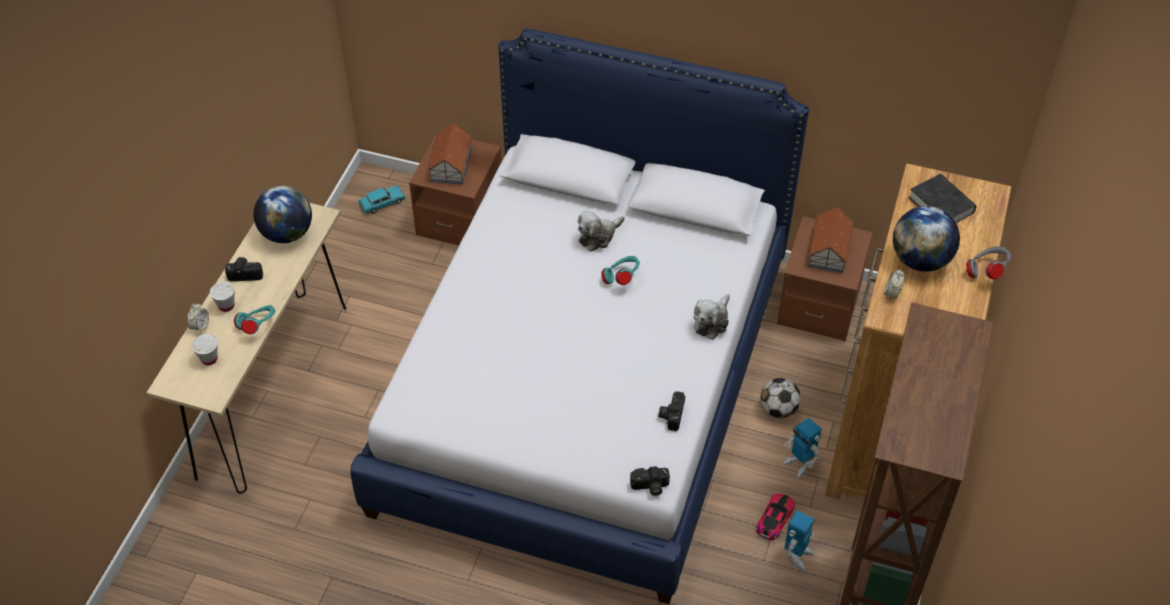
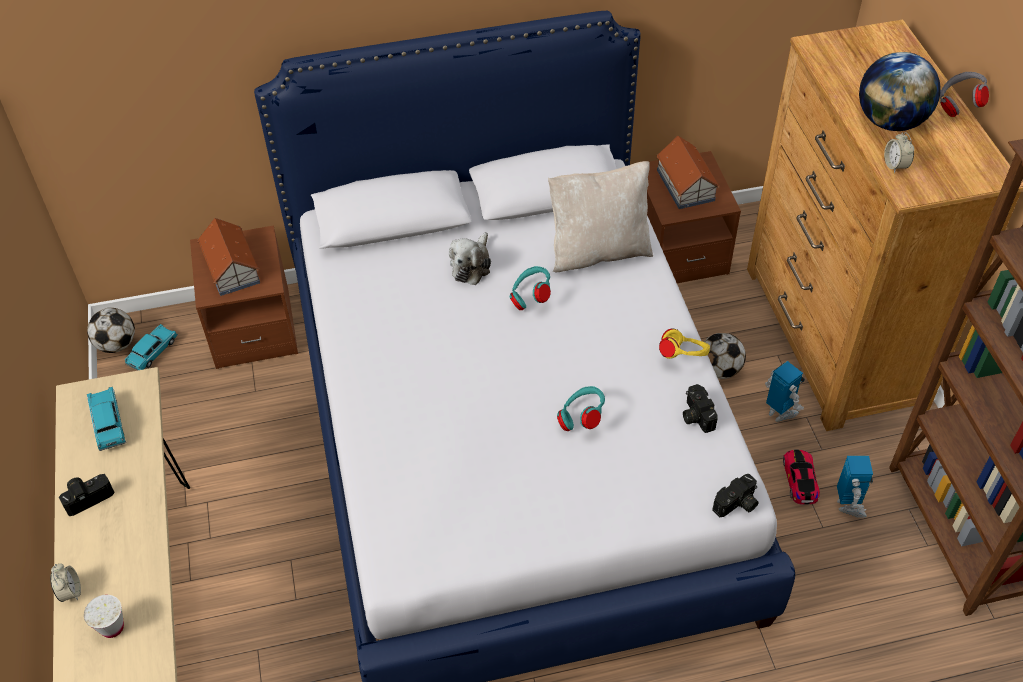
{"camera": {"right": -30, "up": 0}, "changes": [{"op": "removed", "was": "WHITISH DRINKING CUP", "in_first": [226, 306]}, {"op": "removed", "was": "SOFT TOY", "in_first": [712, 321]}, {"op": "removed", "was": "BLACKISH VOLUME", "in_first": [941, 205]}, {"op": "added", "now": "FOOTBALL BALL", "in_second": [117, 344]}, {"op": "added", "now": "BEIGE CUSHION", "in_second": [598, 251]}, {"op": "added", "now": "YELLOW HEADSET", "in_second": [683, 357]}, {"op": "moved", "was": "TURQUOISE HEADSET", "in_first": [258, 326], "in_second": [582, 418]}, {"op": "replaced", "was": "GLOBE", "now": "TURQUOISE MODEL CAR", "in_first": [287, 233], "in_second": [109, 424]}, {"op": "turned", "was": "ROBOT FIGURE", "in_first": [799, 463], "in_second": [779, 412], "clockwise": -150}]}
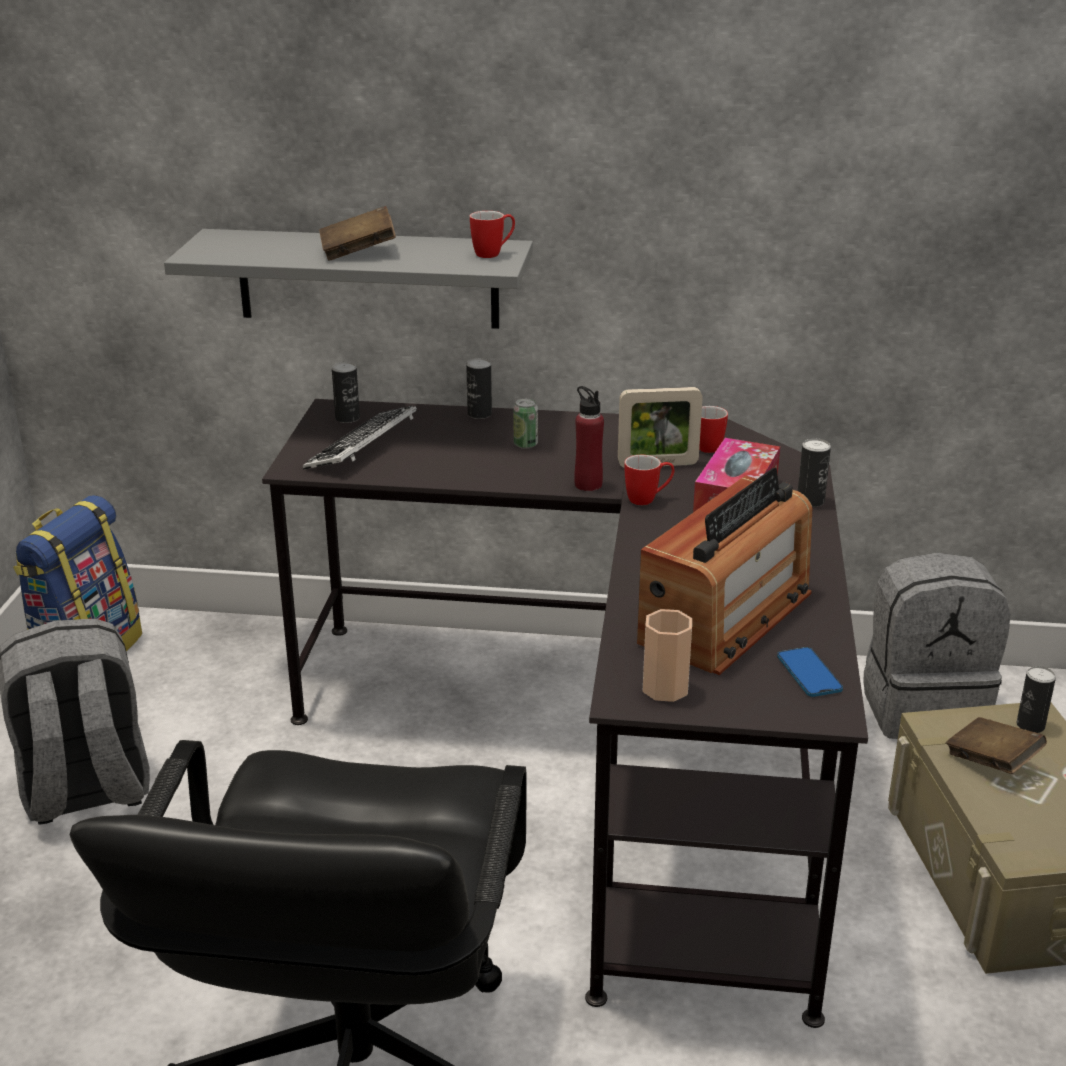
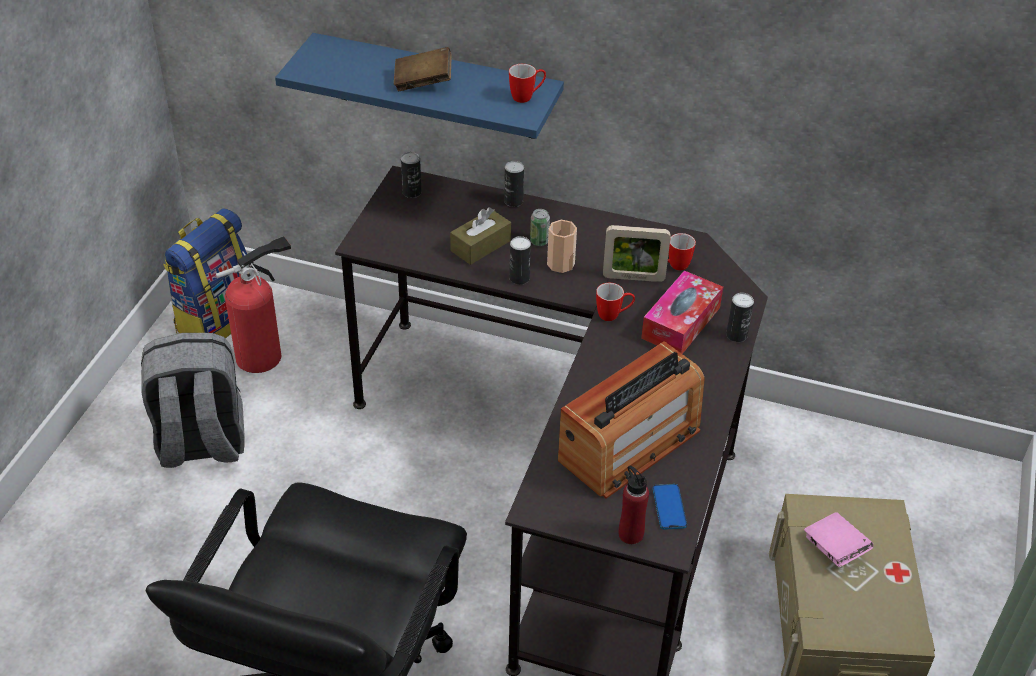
{"camera": {"right": 10, "up": 15}, "changes": [{"op": "removed", "was": "PC KEYBOARD", "in_first": [363, 447]}, {"op": "removed", "was": "GREYISH BACKPACK", "in_first": [923, 707]}, {"op": "added", "now": "EXTINGUISHER", "in_second": [263, 355]}, {"op": "added", "now": "BROWNISH BOX OF TISSUES", "in_second": [480, 246]}, {"op": "moved", "was": "REDDISH BOTTLE", "in_first": [588, 484], "in_second": [630, 534]}, {"op": "moved", "was": "DRINKING CUP", "in_first": [665, 688], "in_second": [560, 264]}, {"op": "moved", "was": "SEALED CAN", "in_first": [1030, 725], "in_second": [519, 278]}, {"op": "recoloured", "was": "GREYISH SHELF", "now": "BLUISH SHELF", "in_first": [368, 278], "in_second": [436, 87]}, {"op": "recoloured", "was": "BROWNISH VOLUME", "now": "PINKISH VOLUME", "in_first": [991, 762], "in_second": [835, 549]}]}
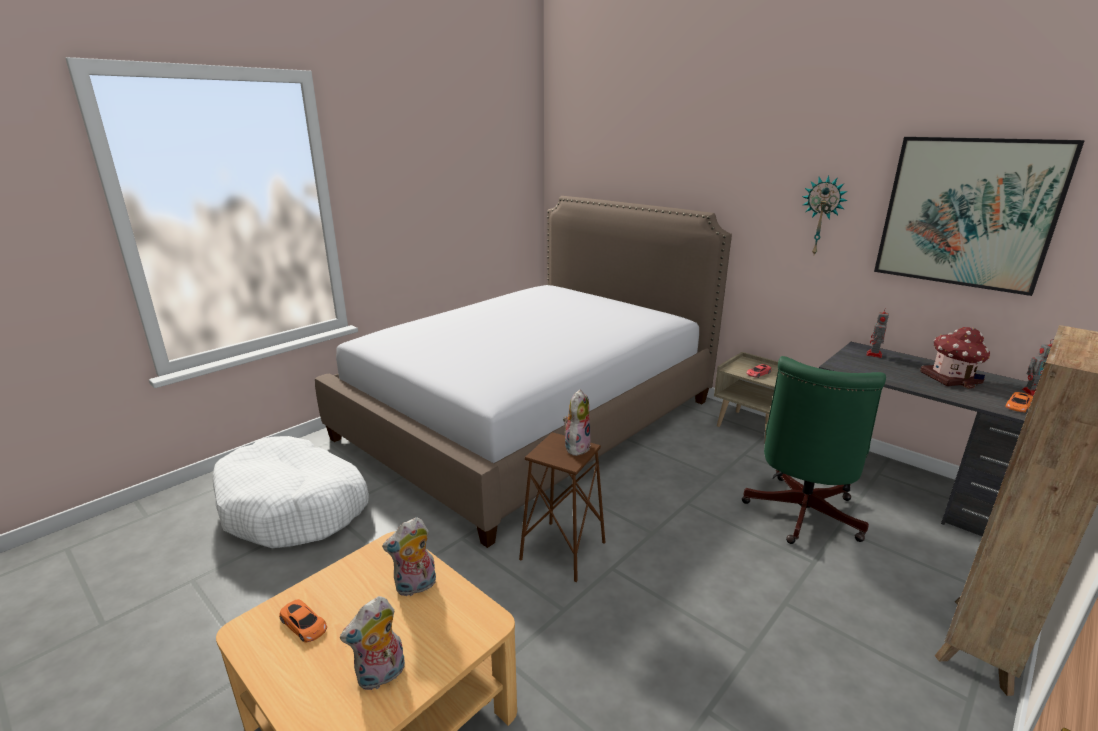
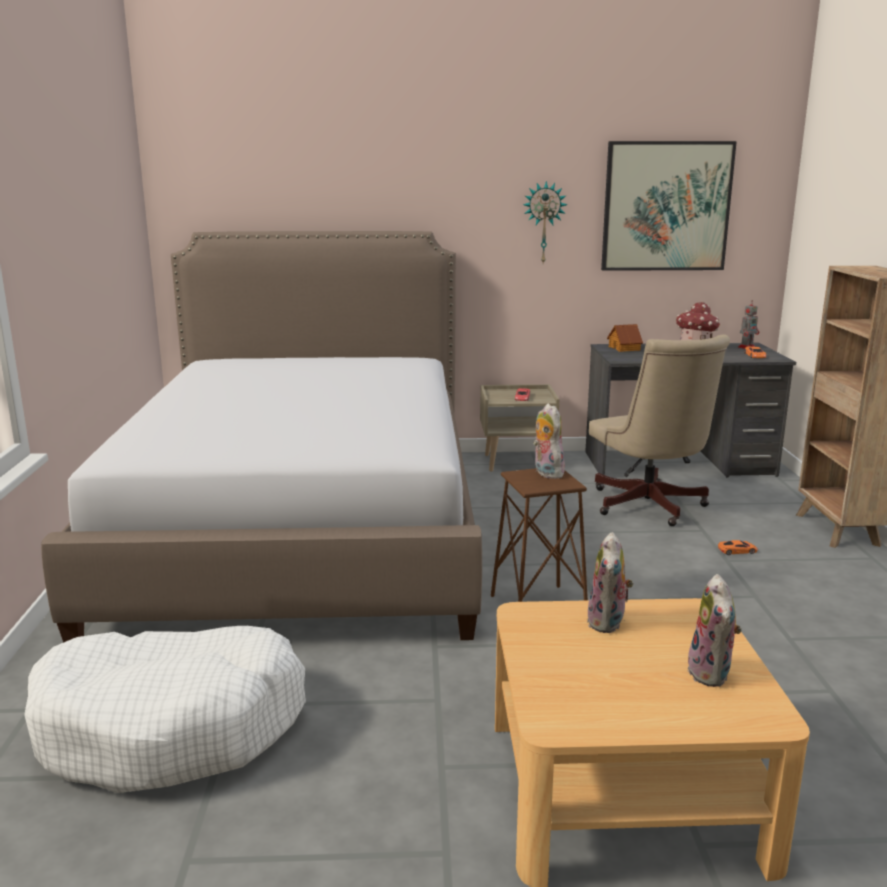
{"camera": {"right": -45, "up": -5}, "changes": [{"op": "moved", "was": "ORANGE-COLOURED MODEL CAR", "in_first": [304, 624], "in_second": [737, 551]}, {"op": "replaced", "was": "ROBOT FIGURE", "now": "TOY HOUSE", "in_first": [874, 355], "in_second": [624, 348]}, {"op": "recoloured", "was": "GREENISH DESK CHAIR", "now": "BEIGE DESK CHAIR", "in_first": [800, 516], "in_second": [649, 507]}]}
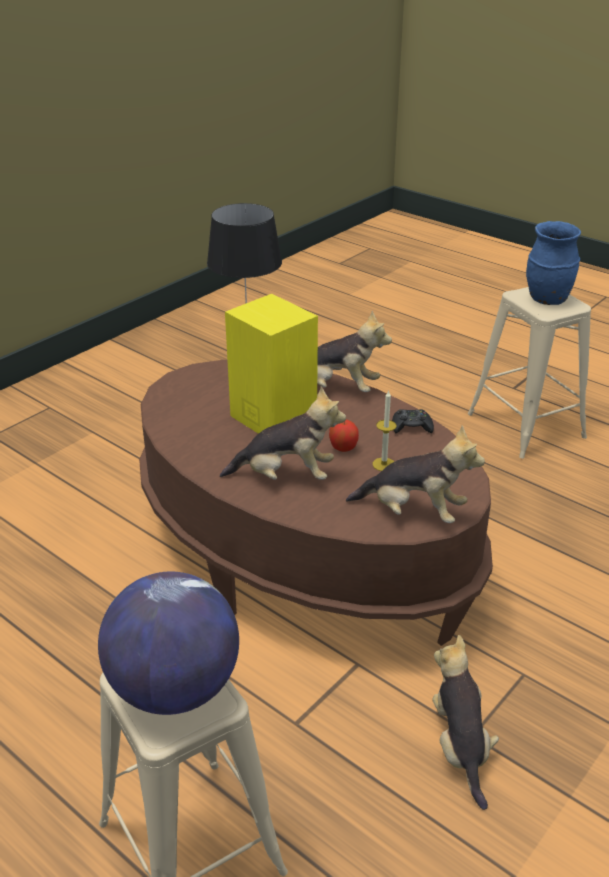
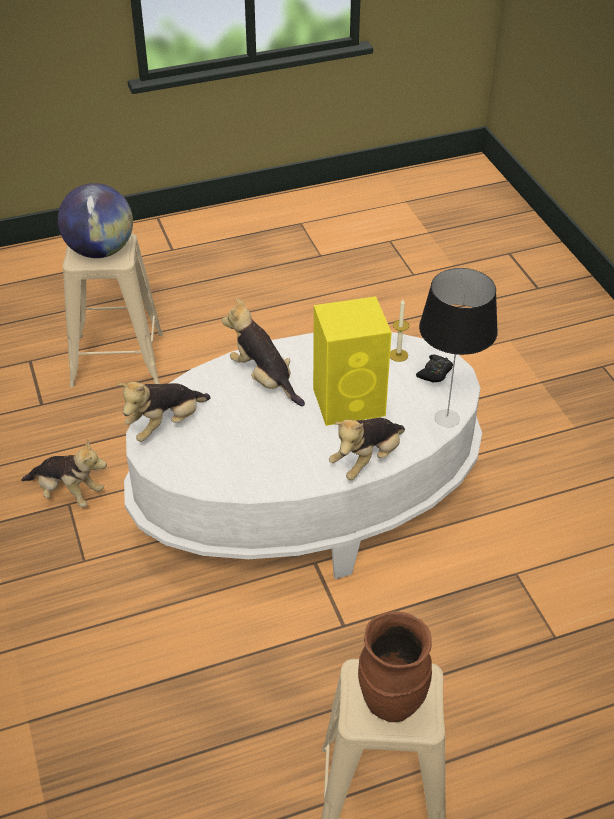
{"camera": {"right": 120, "up": 10}, "changes": [{"op": "removed", "was": "WHOLE APPLE", "in_first": [343, 448]}, {"op": "moved", "was": "WAX LIGHT", "in_first": [384, 464], "in_second": [398, 355]}, {"op": "moved", "was": "BLACKISH JOYPAD", "in_first": [411, 426], "in_second": [435, 373]}, {"op": "recoloured", "was": "BROWNISH LOUNGE TABLE", "now": "WHITISH LOUNGE TABLE", "in_first": [304, 551], "in_second": [307, 499]}, {"op": "recoloured", "was": "BLUISH FLOWER VASE", "now": "BROWNISH FLOWER VASE", "in_first": [547, 299], "in_second": [391, 700]}, {"op": "turned", "was": "SOFT TOY", "in_first": [286, 476], "in_second": [264, 379], "clockwise": 105}]}
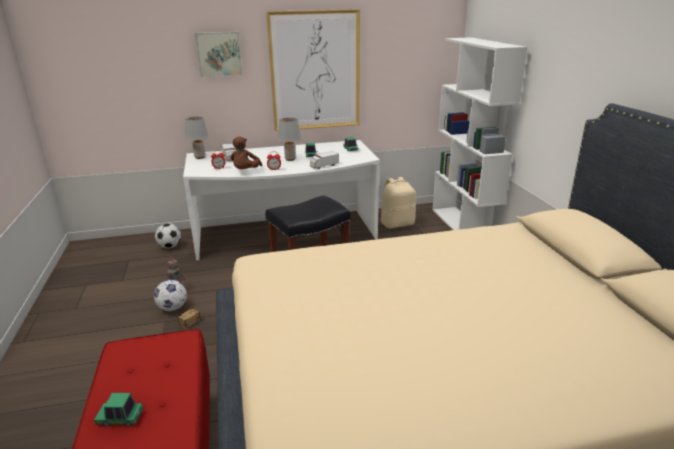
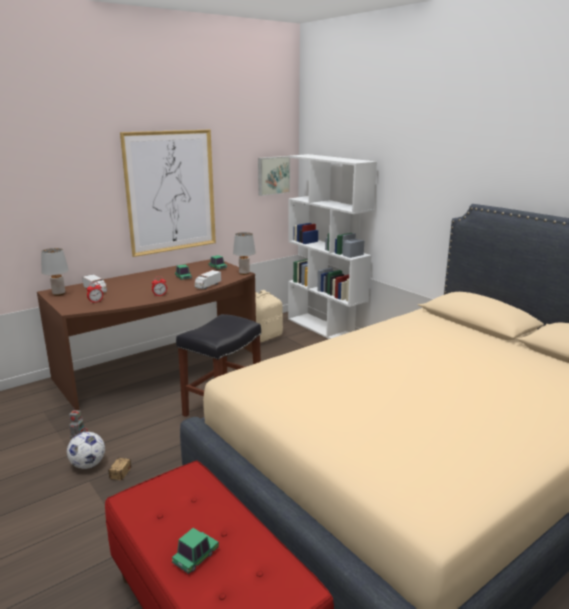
{"camera": {"right": -25, "up": -5}, "changes": [{"op": "removed", "was": "FOOTBALL BALL", "in_first": [170, 246]}, {"op": "removed", "was": "BROWNISH SOFT TOY", "in_first": [245, 171]}, {"op": "moved", "was": "WALL ART", "in_first": [219, 54], "in_second": [273, 175]}, {"op": "moved", "was": "GREYISH TABLE LAMP", "in_first": [290, 159], "in_second": [244, 273]}, {"op": "recoloured", "was": "WHITISH DESK", "now": "BROWNISH DESK", "in_first": [286, 236], "in_second": [161, 367]}, {"op": "turned", "was": "MODEL CAR", "in_first": [120, 418], "in_second": [195, 557], "clockwise": 150}]}
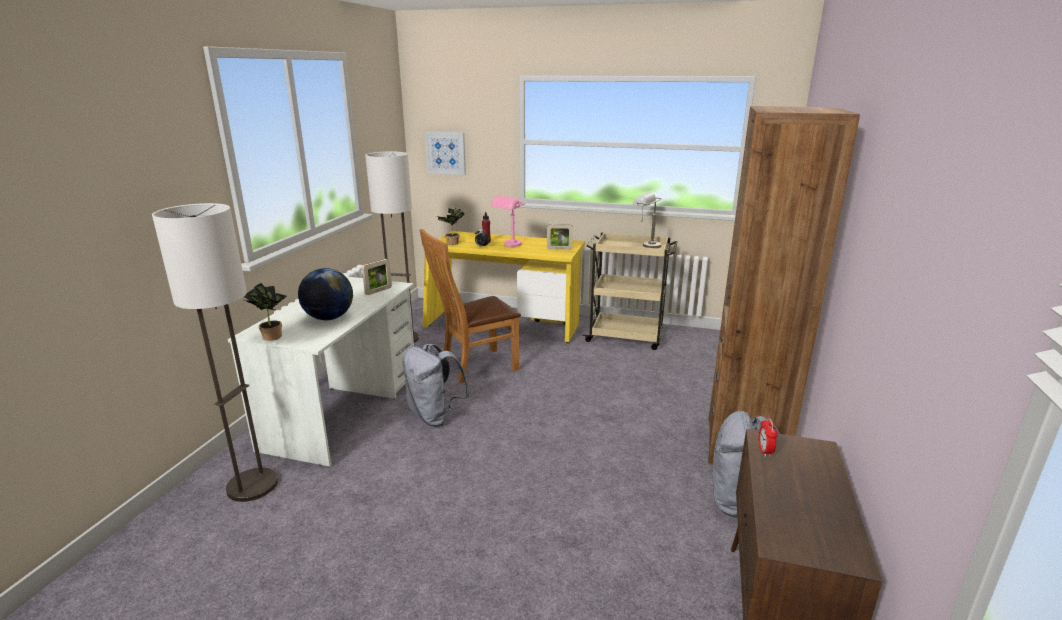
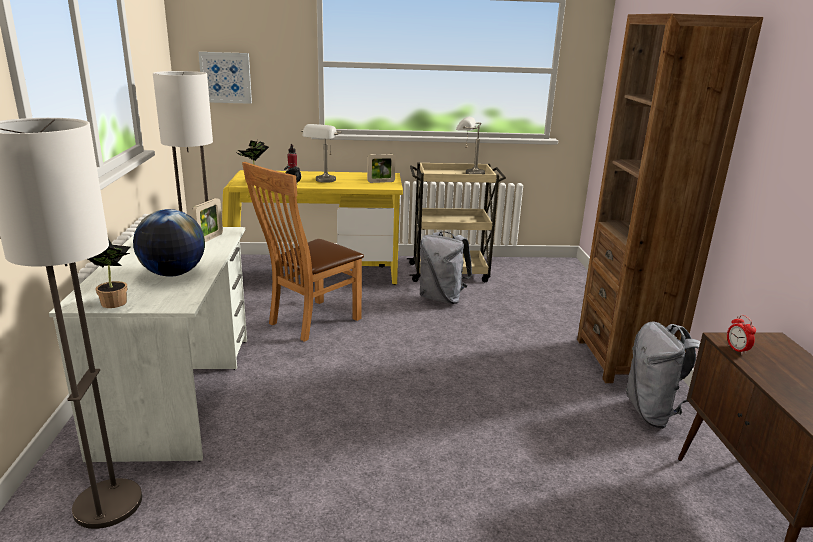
{"camera": {"right": -20, "up": 0}, "changes": [{"op": "moved", "was": "GREYISH BACKPACK", "in_first": [435, 416], "in_second": [442, 298]}, {"op": "recoloured", "was": "PINKISH TABLE LAMP", "now": "GREYISH TABLE LAMP", "in_first": [509, 246], "in_second": [323, 181]}]}
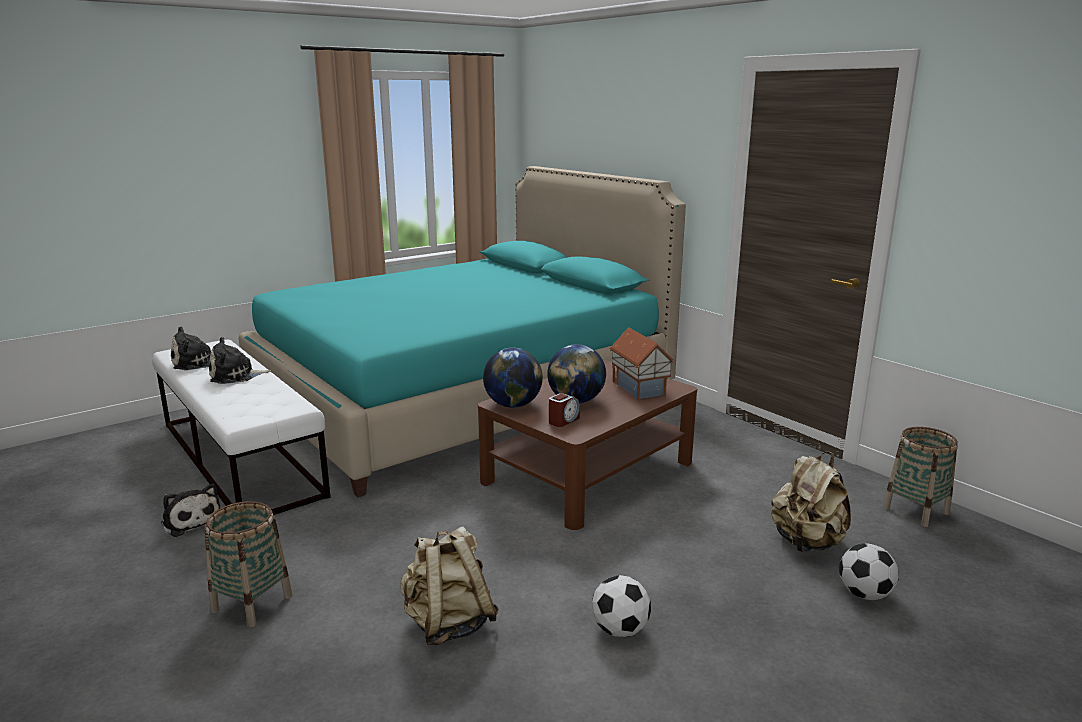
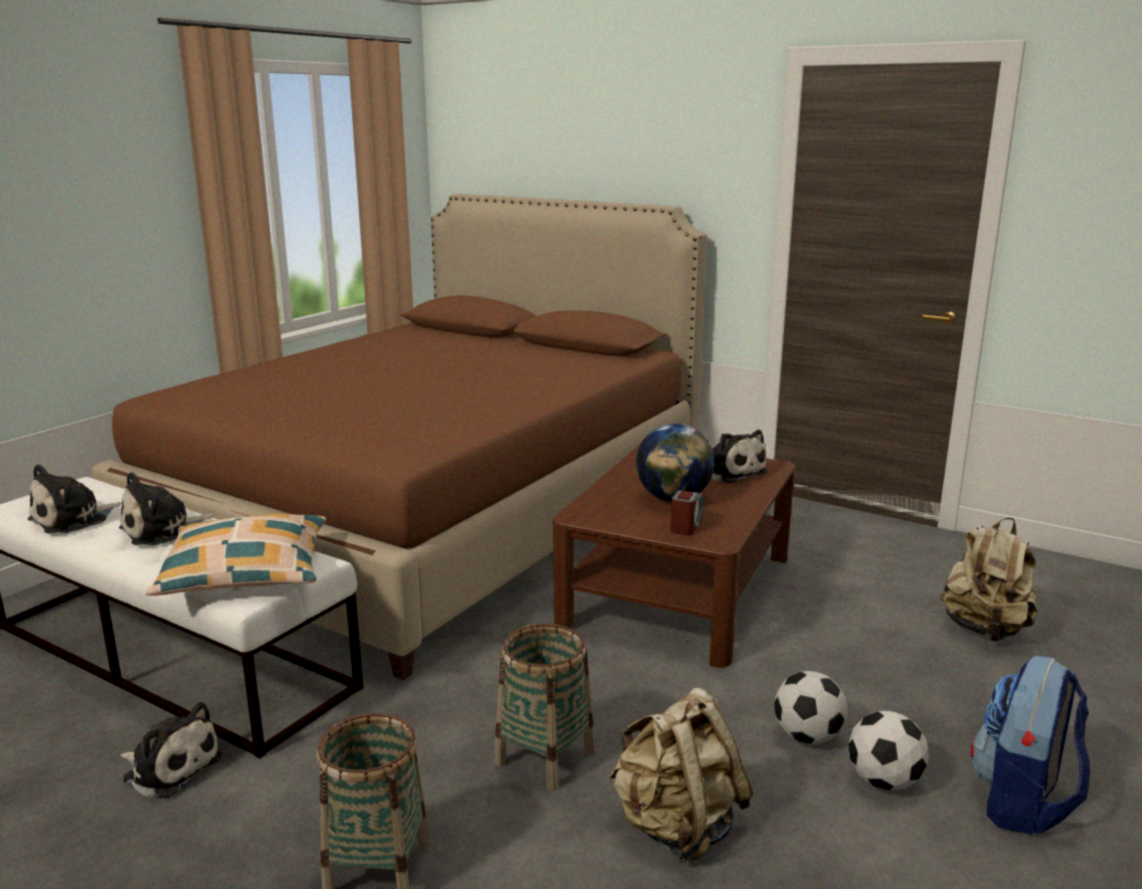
{"camera": {"right": -20, "up": 0}, "changes": [{"op": "removed", "was": "GLOBE", "in_first": [513, 405]}, {"op": "added", "now": "CUSHION", "in_second": [246, 572]}, {"op": "added", "now": "BACKPACK", "in_second": [1023, 802]}, {"op": "moved", "was": "FOOTBALL BALL", "in_first": [864, 594], "in_second": [807, 736]}, {"op": "moved", "was": "STORAGE BASKET", "in_first": [915, 510], "in_second": [544, 757]}, {"op": "replaced", "was": "TOY HOUSE", "now": "SOFT TOY", "in_first": [640, 388], "in_second": [730, 471]}, {"op": "recoloured", "was": "TURQUOISE BED", "now": "BROWNISH BED", "in_first": [462, 398], "in_second": [434, 518]}]}
